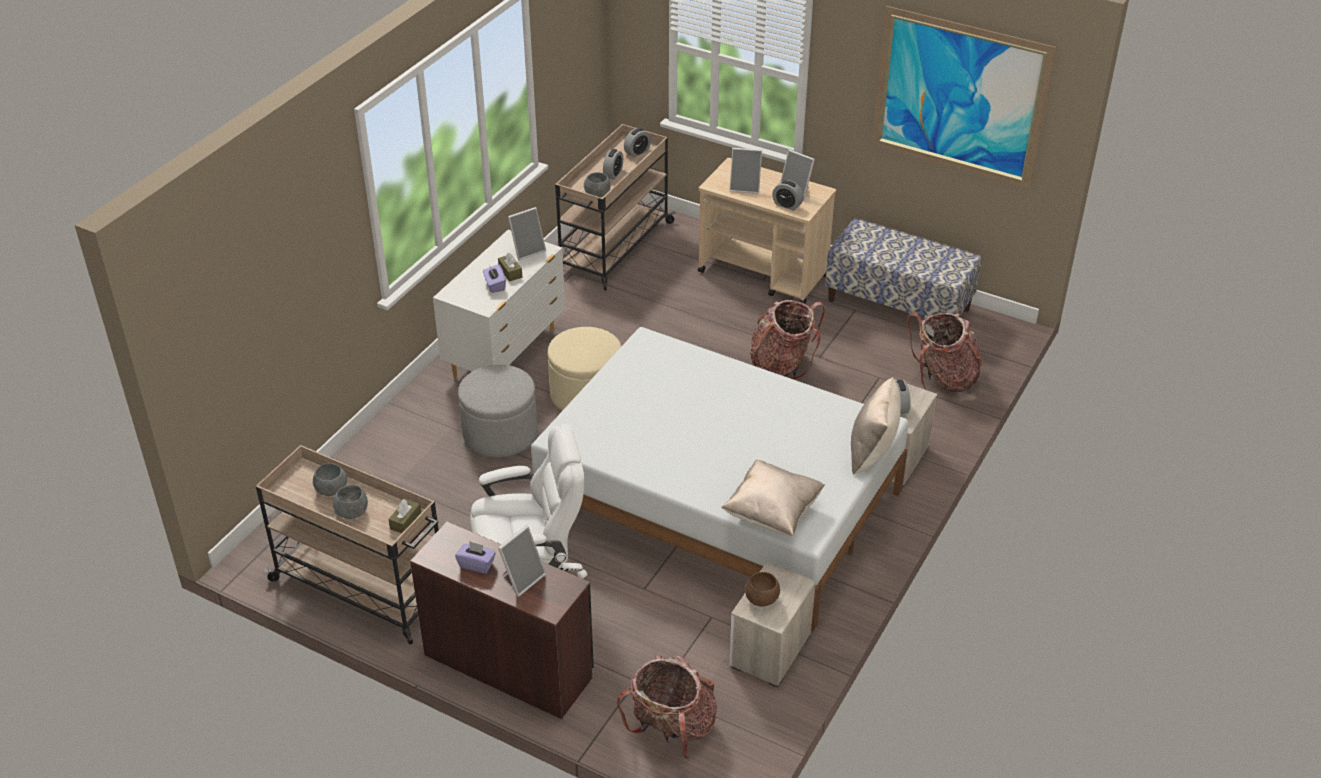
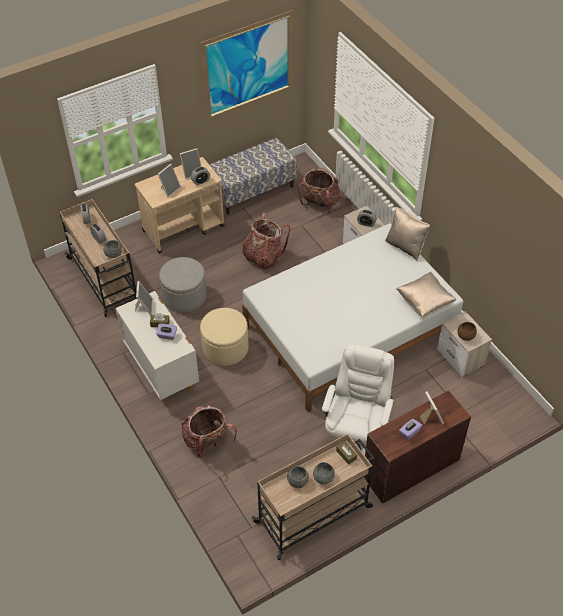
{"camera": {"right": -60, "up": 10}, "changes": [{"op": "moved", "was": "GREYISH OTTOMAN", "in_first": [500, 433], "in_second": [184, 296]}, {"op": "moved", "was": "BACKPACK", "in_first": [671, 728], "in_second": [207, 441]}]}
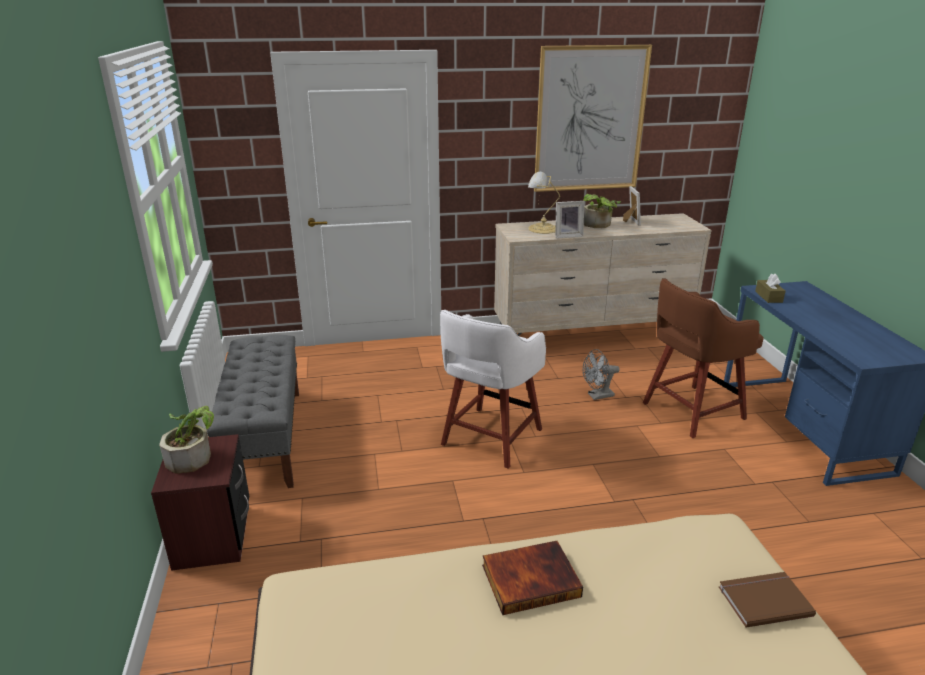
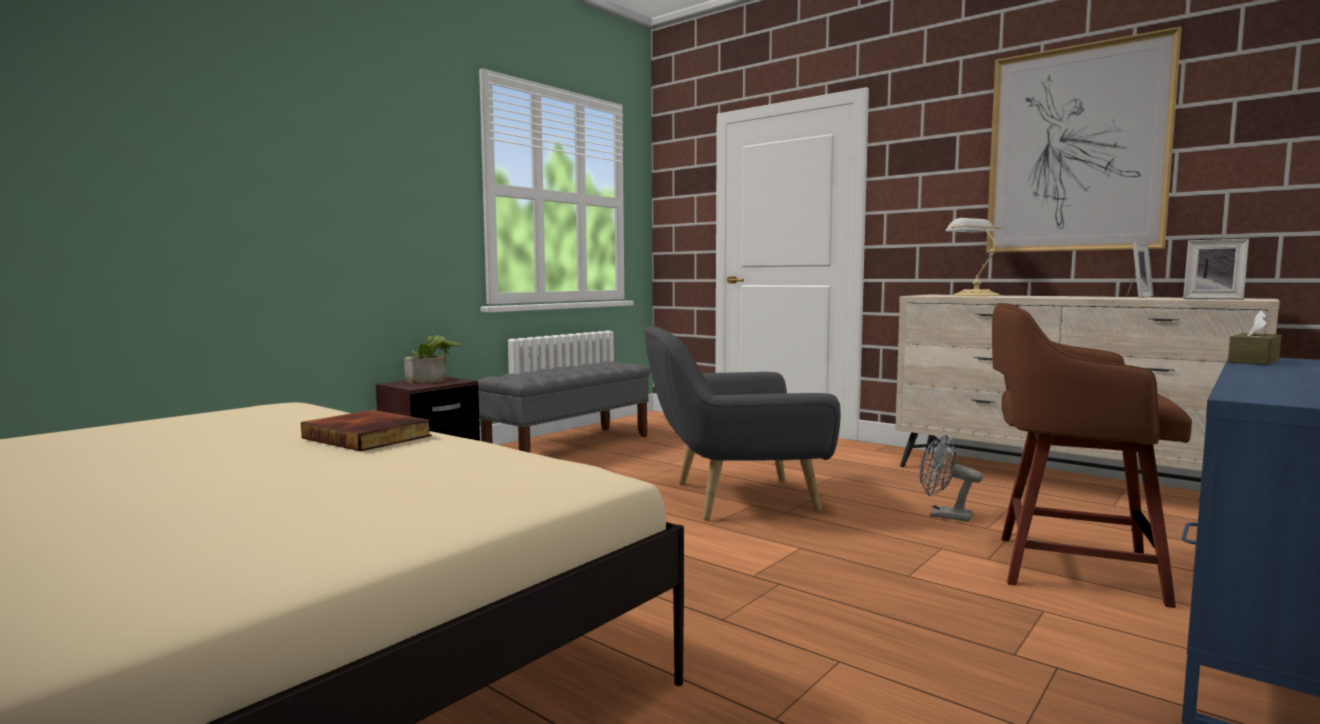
{"camera": {"right": 50, "up": -20}, "changes": [{"op": "removed", "was": "HOUSEPLANT", "in_first": [598, 225]}, {"op": "removed", "was": "BROWNISH VOLUME", "in_first": [763, 599]}, {"op": "moved", "was": "STANDING FRAME", "in_first": [567, 235], "in_second": [1213, 299]}, {"op": "replaced", "was": "WHITISH STOOL", "now": "GREYISH EASY CHAIR", "in_first": [489, 438], "in_second": [734, 498]}]}
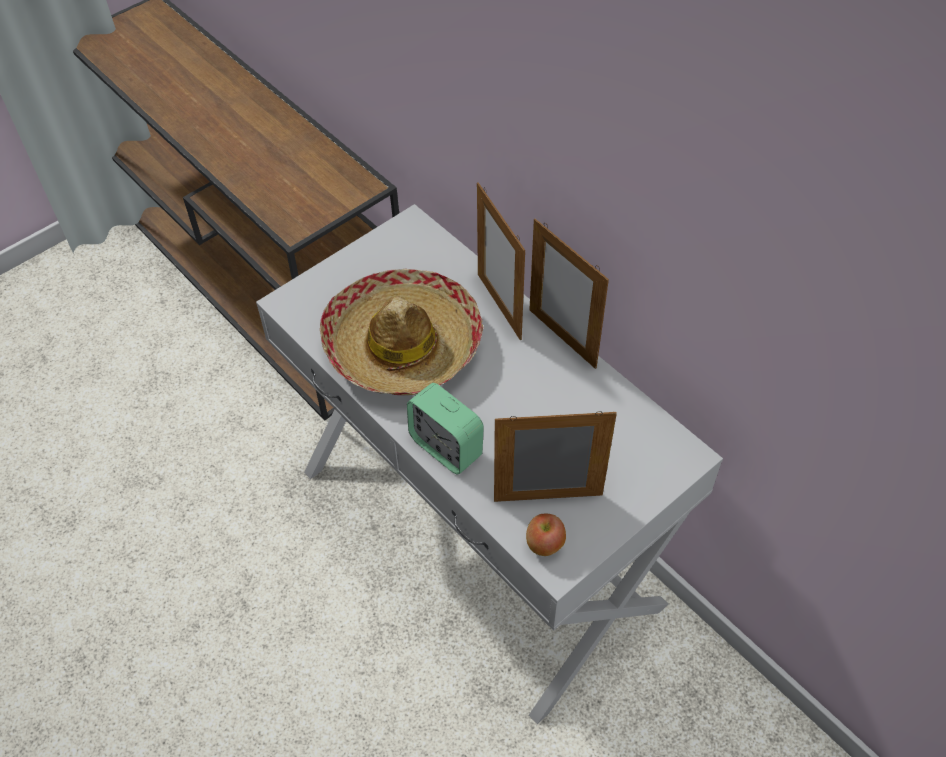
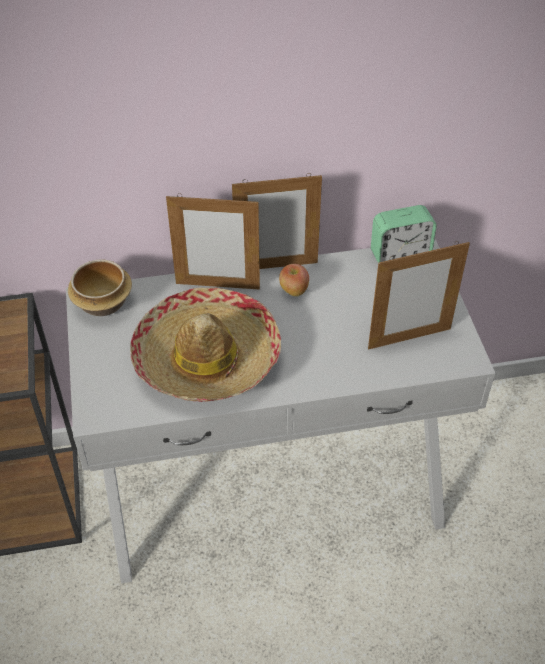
{"camera": {"right": -60, "up": -5}, "changes": [{"op": "added", "now": "DEEP DISH", "in_second": [104, 303]}, {"op": "moved", "was": "BEDSIDE CLOCK", "in_first": [446, 447], "in_second": [400, 255]}, {"op": "moved", "was": "WHOLE APPLE", "in_first": [544, 544], "in_second": [293, 291]}, {"op": "turned", "was": "STANDING FRAME", "in_first": [548, 498], "in_second": [409, 338], "clockwise": -135}]}
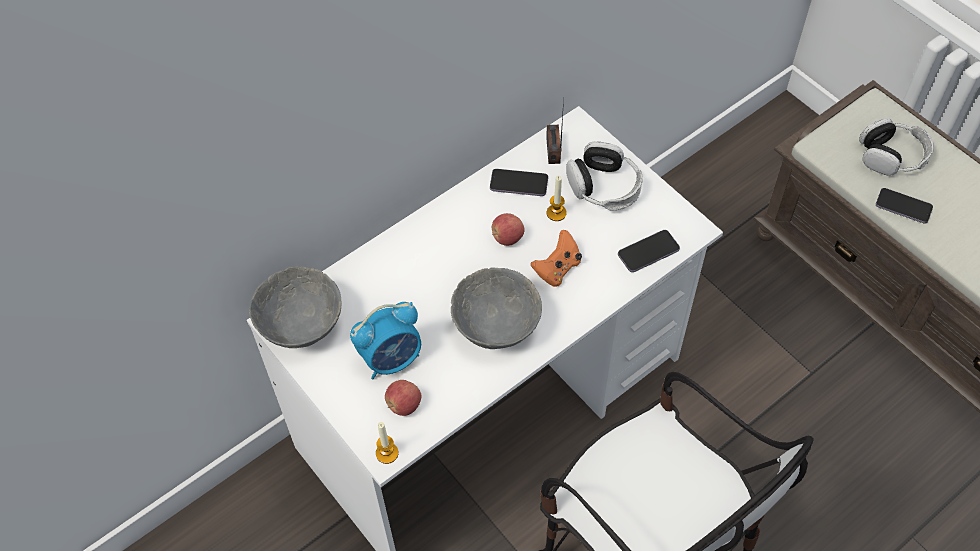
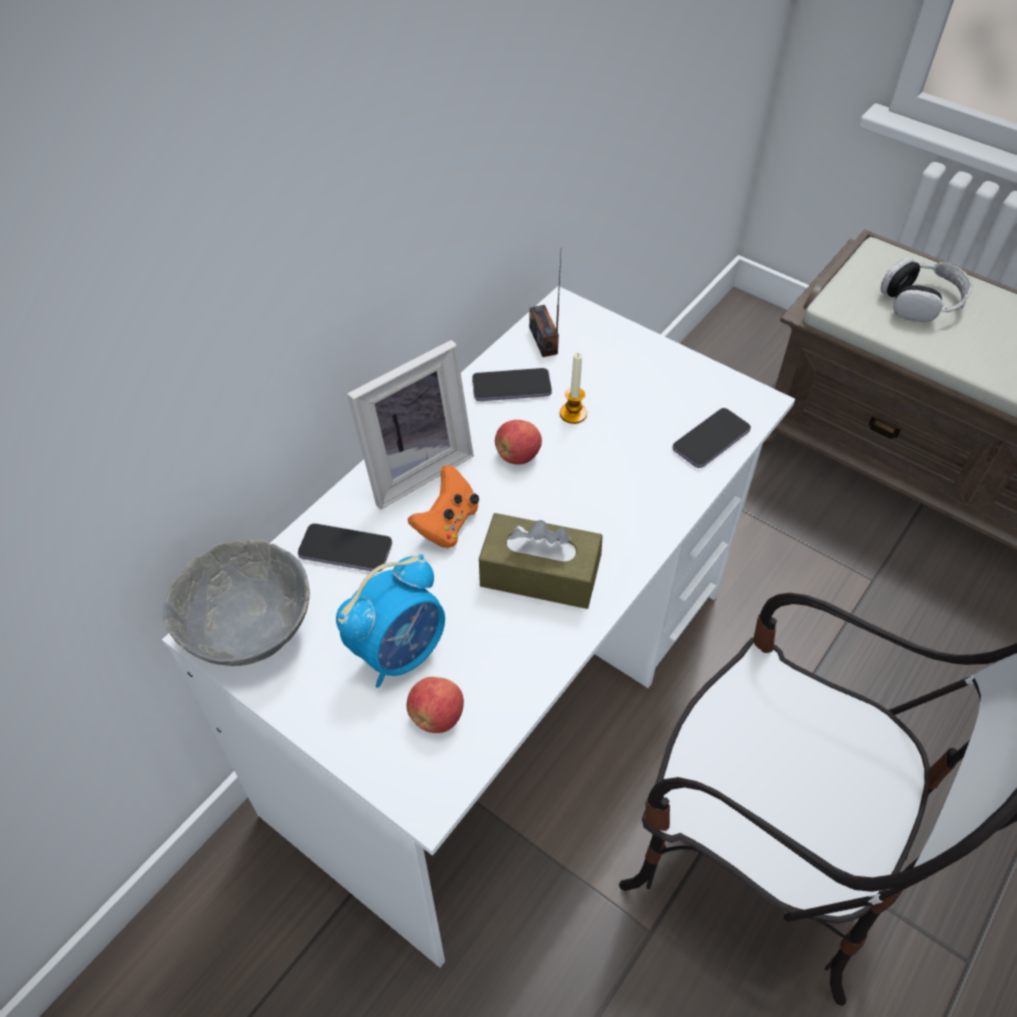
{"camera": {"right": -15, "up": -5}, "changes": [{"op": "removed", "was": "WAX LIGHT", "in_first": [387, 453]}, {"op": "removed", "was": "HEADSET", "in_first": [604, 187]}, {"op": "added", "now": "STANDING FRAME", "in_second": [413, 467]}, {"op": "moved", "was": "ORANGE-COLOURED JOYPAD", "in_first": [557, 269], "in_second": [447, 523]}, {"op": "moved", "was": "HANDSET", "in_first": [903, 207], "in_second": [345, 549]}, {"op": "replaced", "was": "GREYISH DEEP DISH", "now": "BROWNISH BOX OF TISSUES", "in_first": [496, 326], "in_second": [540, 574]}]}
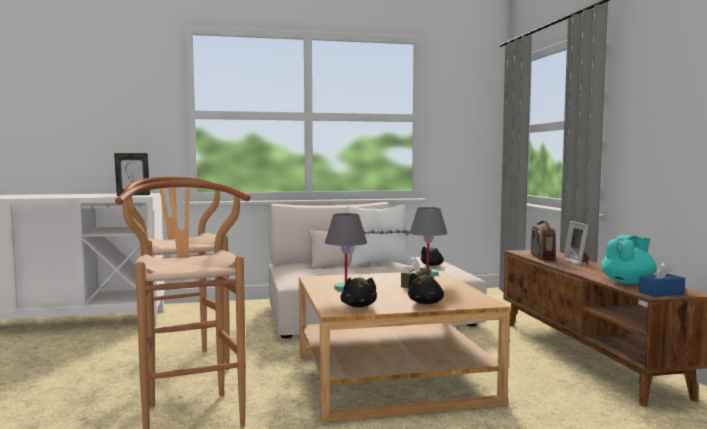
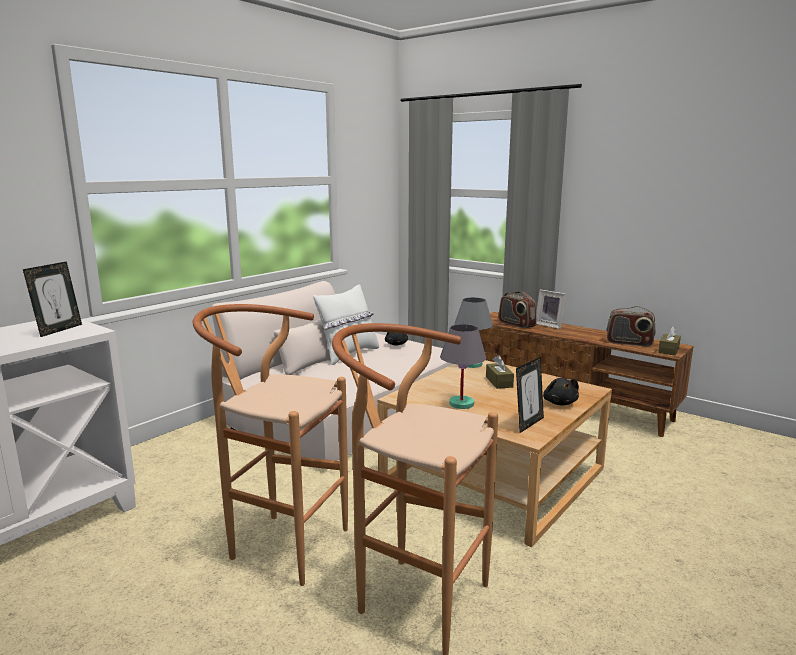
{"camera": {"right": -40, "up": 10}, "changes": [{"op": "replaced", "was": "BLACKISH SOFT TOY", "now": "STANDING FRAME", "in_first": [359, 306], "in_second": [528, 424]}, {"op": "replaced", "was": "TURQUOISE POT FOR TEA", "now": "RADIO RECEIVER", "in_first": [628, 282], "in_second": [629, 343]}, {"op": "recoloured", "was": "BLUISH BOX OF TISSUES", "now": "BROWNISH BOX OF TISSUES", "in_first": [661, 293], "in_second": [668, 350]}]}
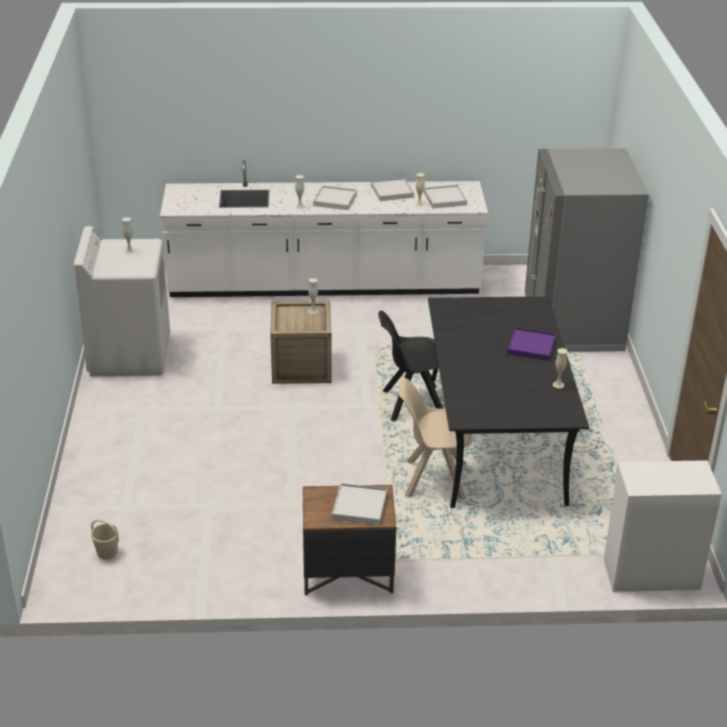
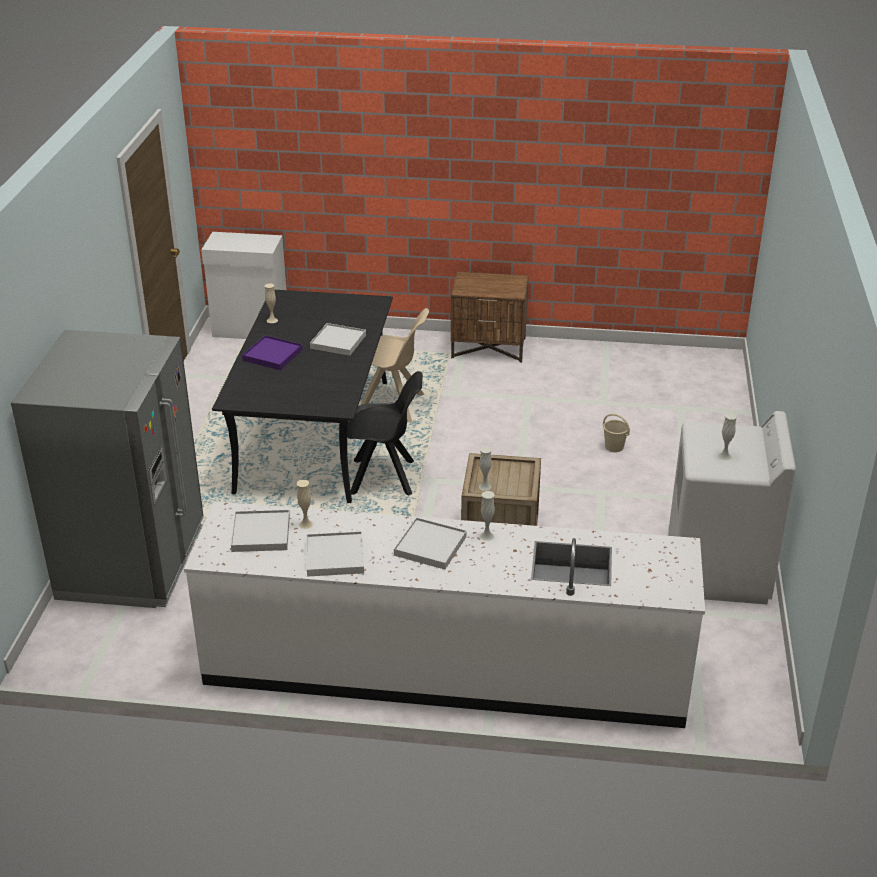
{"camera": {"right": -170, "up": 0}, "changes": [{"op": "moved", "was": "BEIGE PAIL", "in_first": [107, 552], "in_second": [614, 447]}, {"op": "moved", "was": "WHITISH SERVING TRAY", "in_first": [359, 506], "in_second": [338, 342]}]}
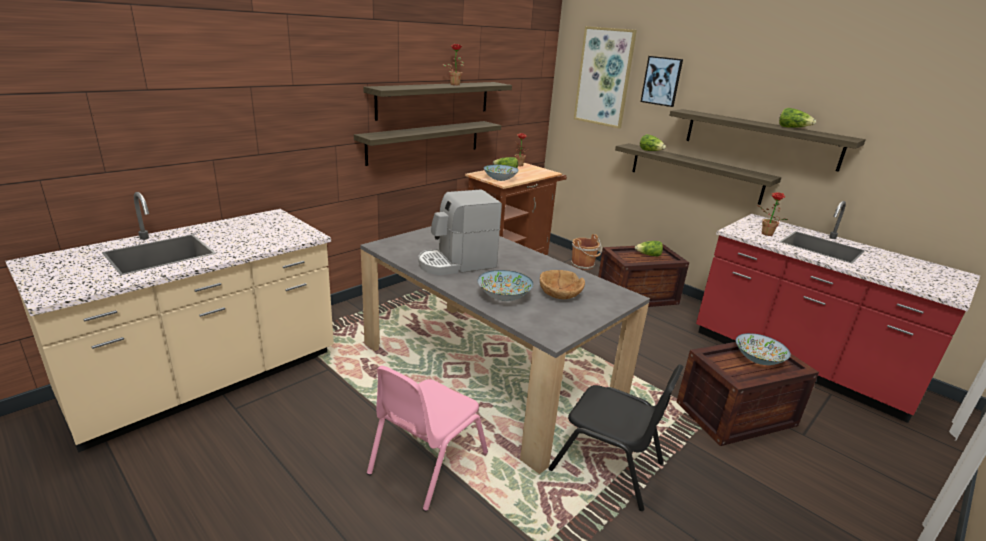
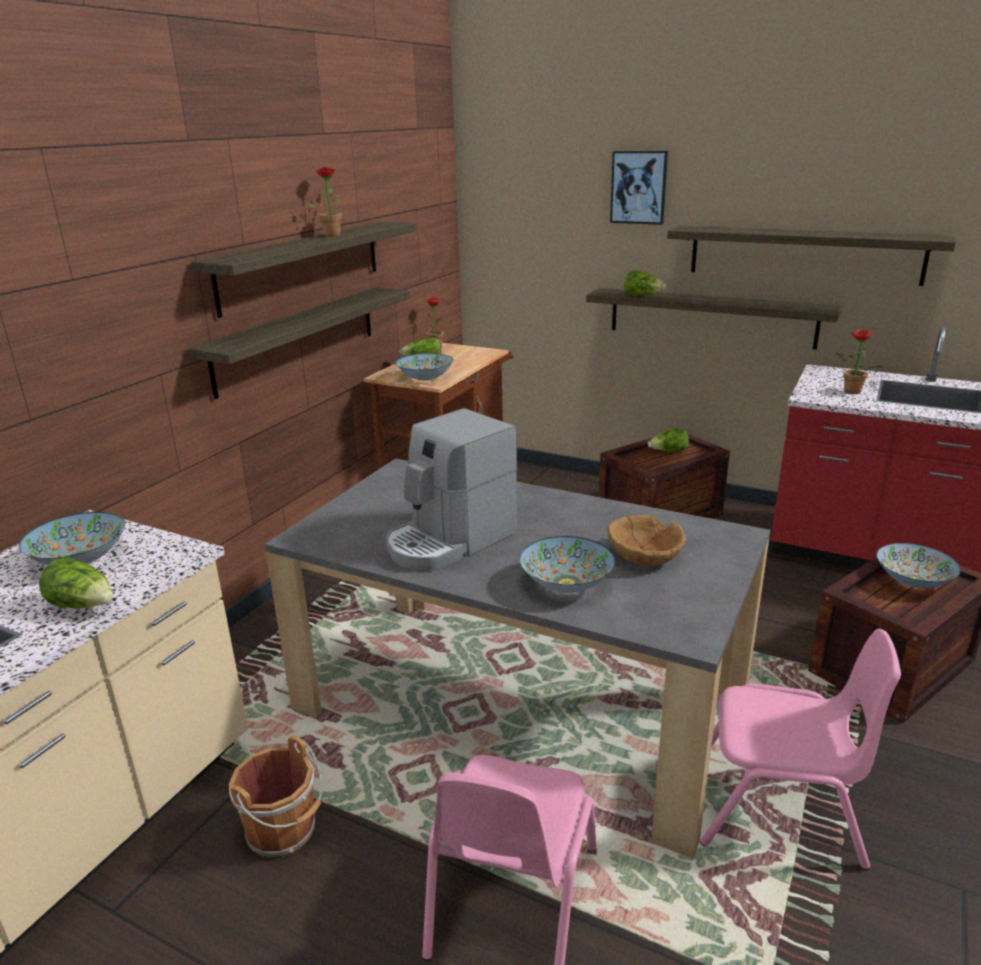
{"camera": {"right": -15, "up": 0}, "changes": [{"op": "removed", "was": "WALL ART", "in_first": [604, 77]}, {"op": "added", "now": "DEEP DISH", "in_second": [79, 559]}, {"op": "moved", "was": "BROWNISH PAIL", "in_first": [583, 265], "in_second": [284, 832]}, {"op": "moved", "was": "LETTUCE HEAD", "in_first": [793, 128], "in_second": [84, 605]}, {"op": "recoloured", "was": "BLACKISH UPRIGHT CHAIR", "now": "PINKISH UPRIGHT CHAIR", "in_first": [607, 466], "in_second": [778, 809]}]}
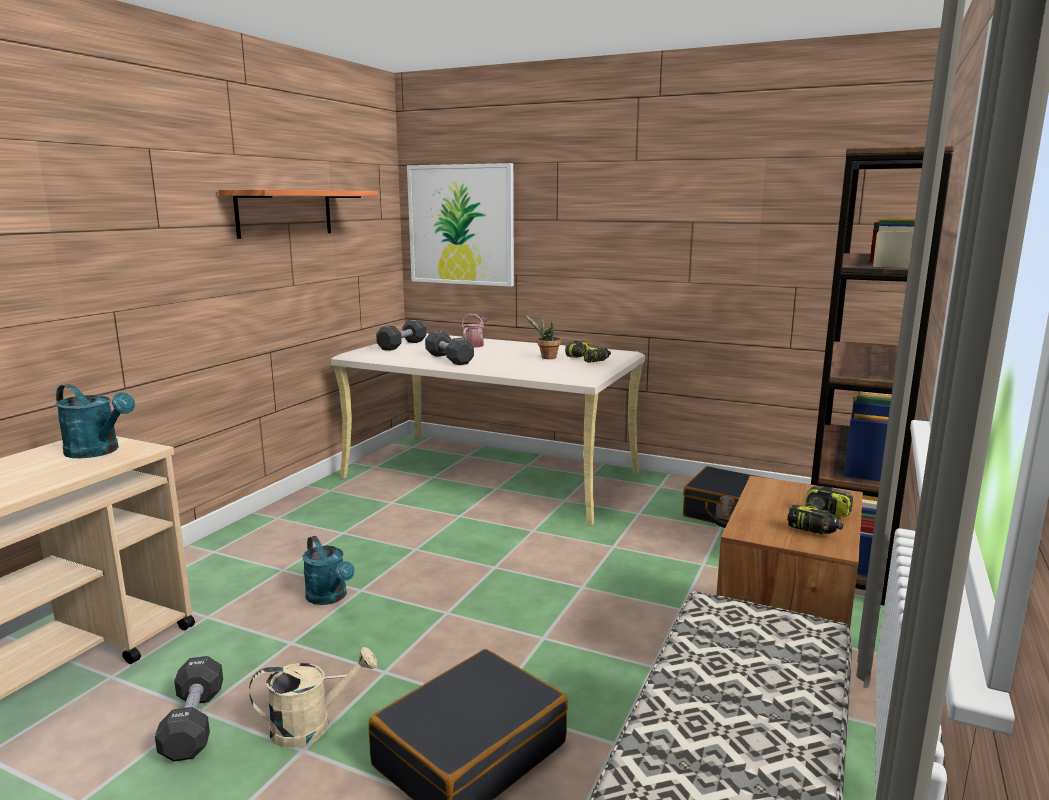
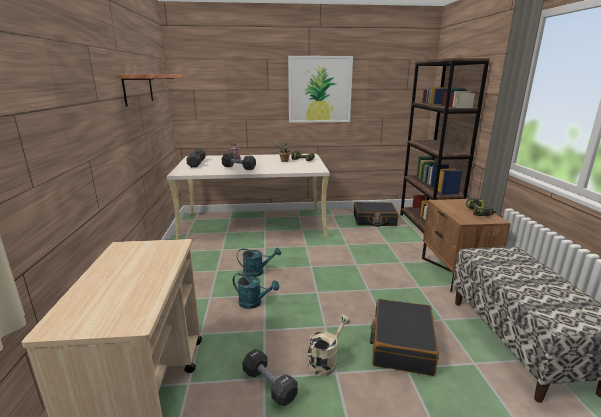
{"camera": {"right": -30, "up": 5}, "changes": [{"op": "moved", "was": "TURQUOISE WATERING POT", "in_first": [98, 452], "in_second": [257, 272]}, {"op": "moved", "was": "WALL ART", "in_first": [461, 225], "in_second": [319, 89]}]}
